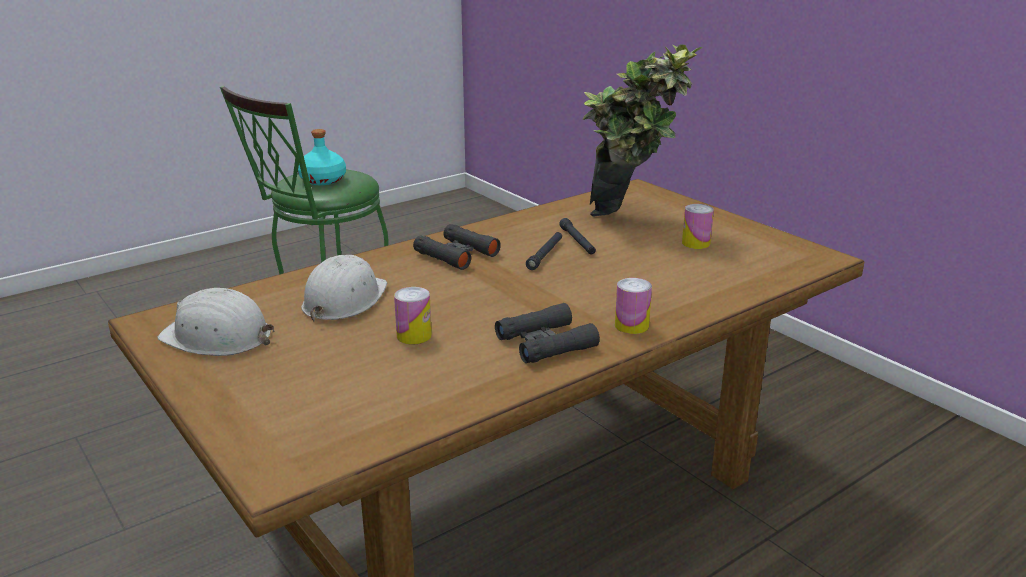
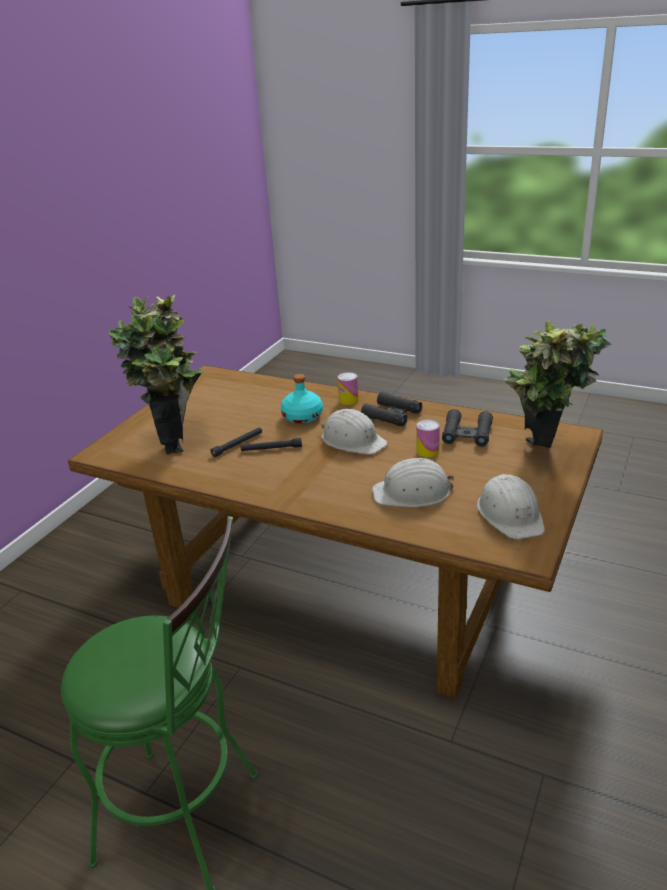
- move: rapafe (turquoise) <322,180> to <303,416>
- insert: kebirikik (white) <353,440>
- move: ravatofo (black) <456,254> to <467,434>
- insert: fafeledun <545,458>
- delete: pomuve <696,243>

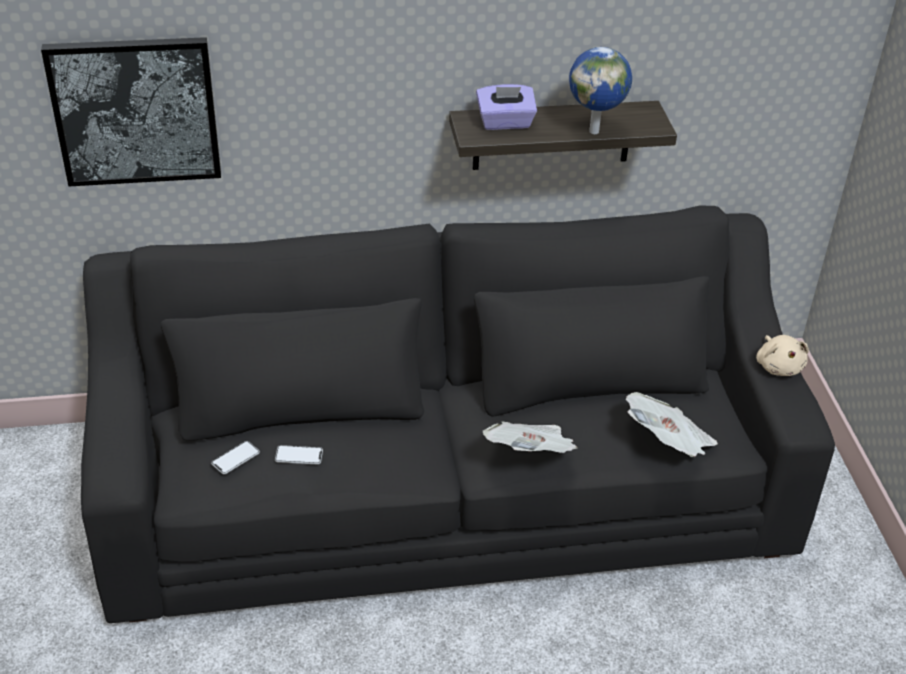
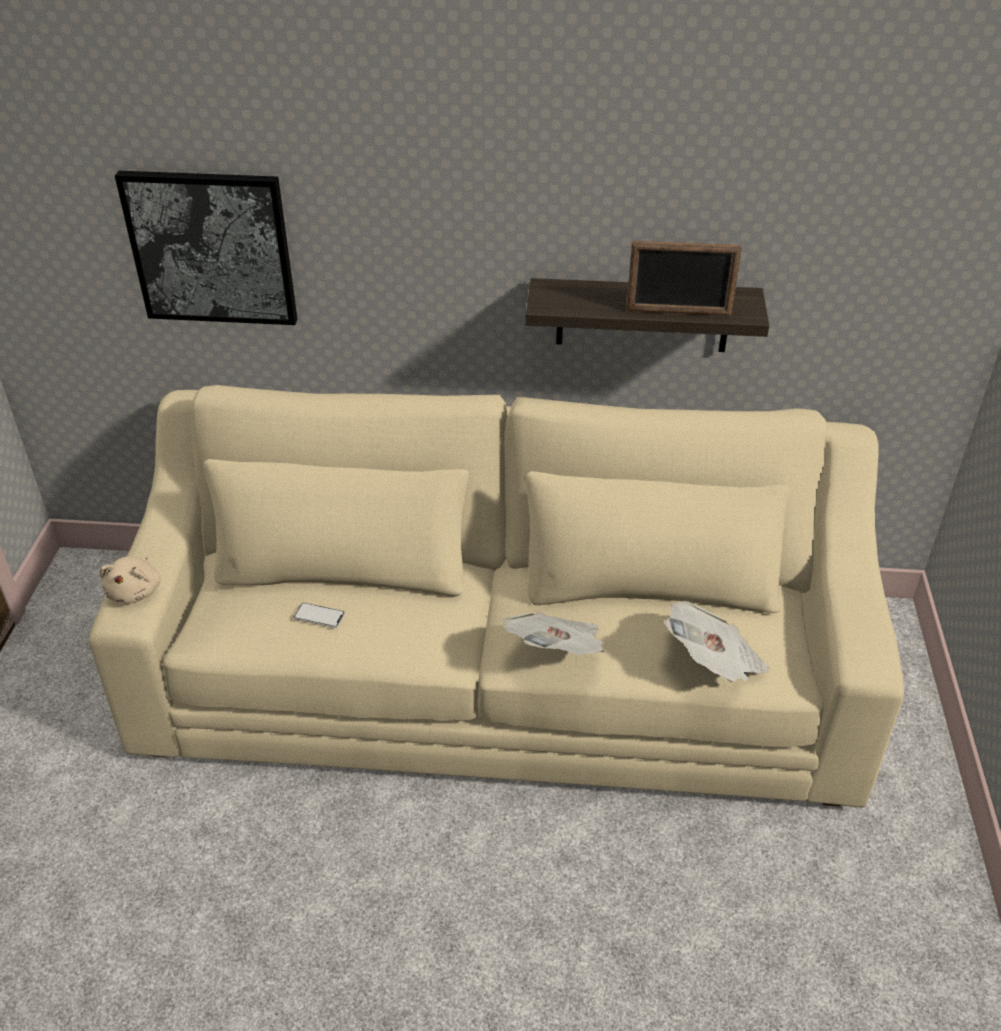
- recolor: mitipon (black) <447,490> to mitipon (beige) <501,675>
- move: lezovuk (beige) <778,366> to <136,591>
- replace: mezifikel <595,131> to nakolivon <678,312>
- delete: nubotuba <235,458>
- delete: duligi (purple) <505,123>

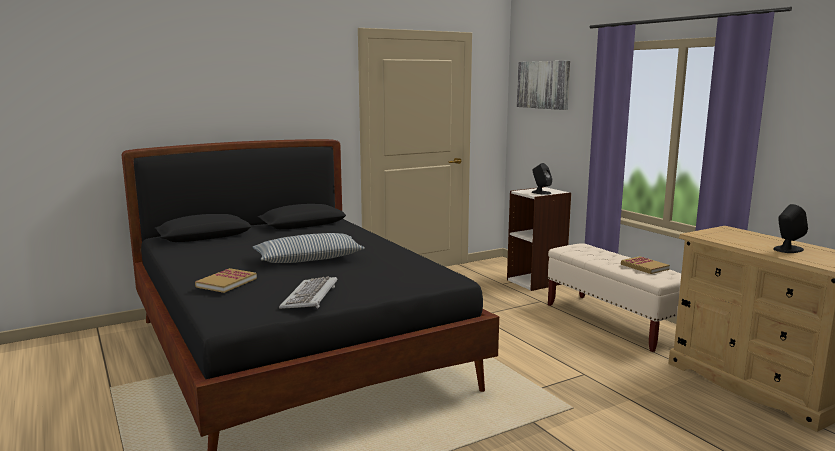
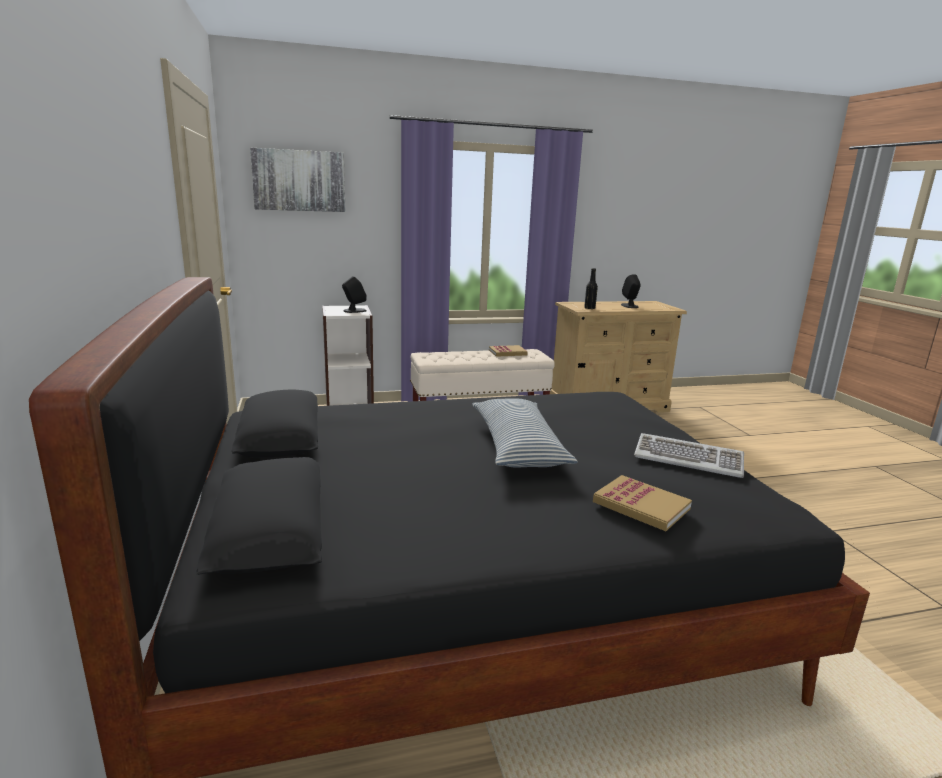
- insert: rapafe (black) <589,308>

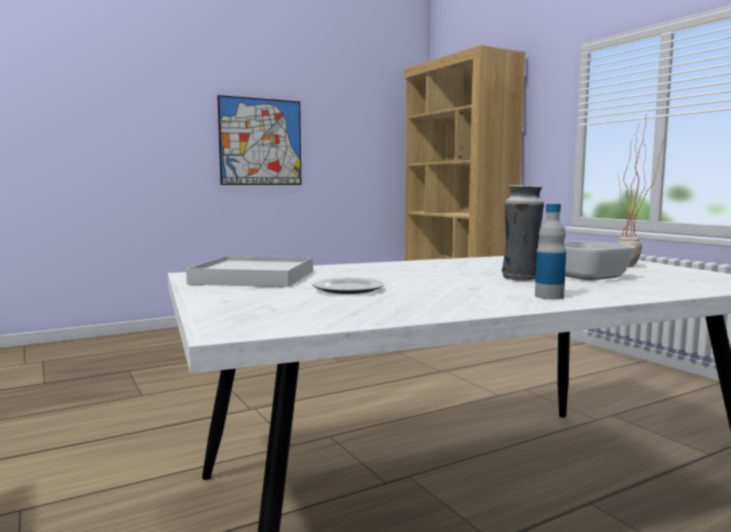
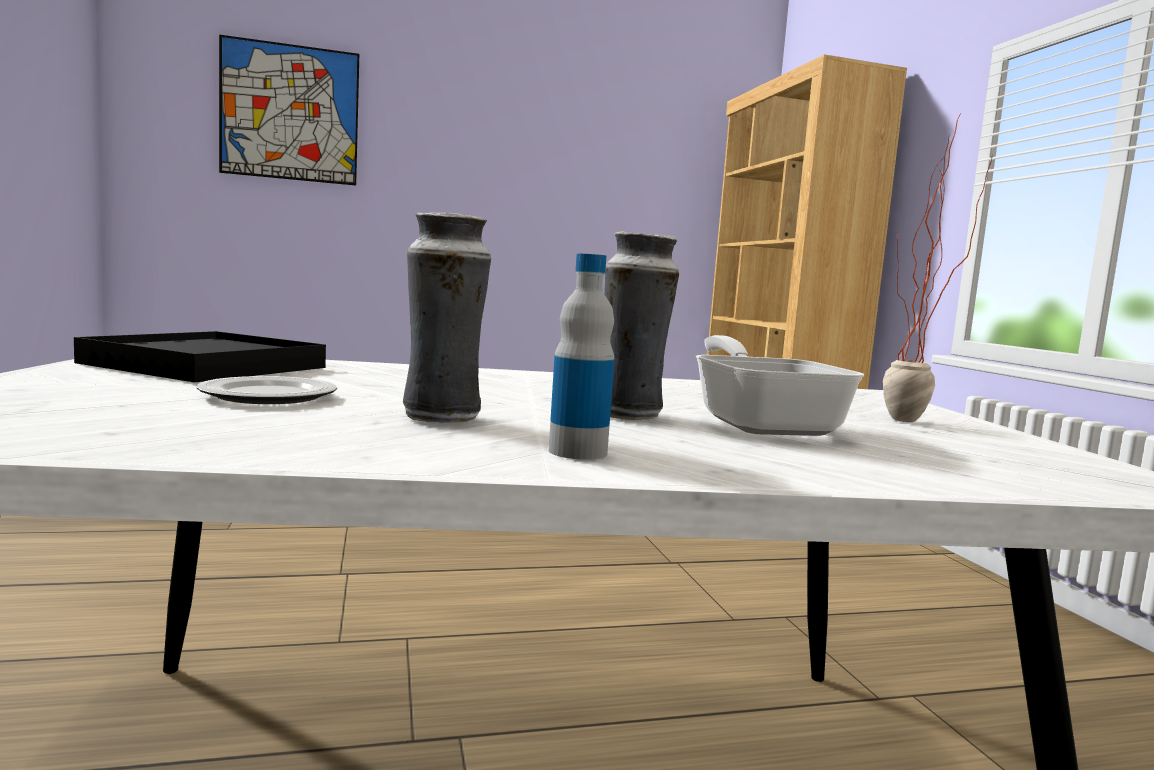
- recolor: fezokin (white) <254,277> to fezokin (black) <206,365>
- move: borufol <261,142> to <290,113>
- insert: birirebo <442,418>

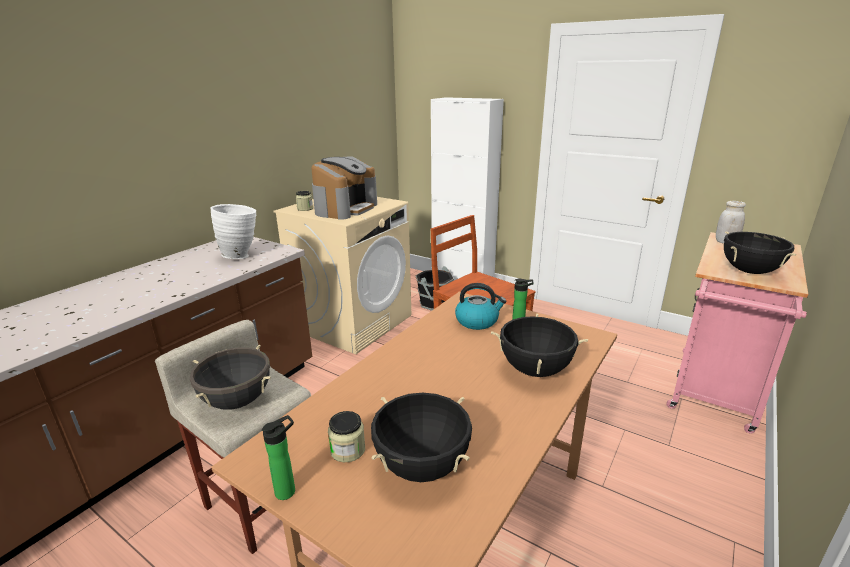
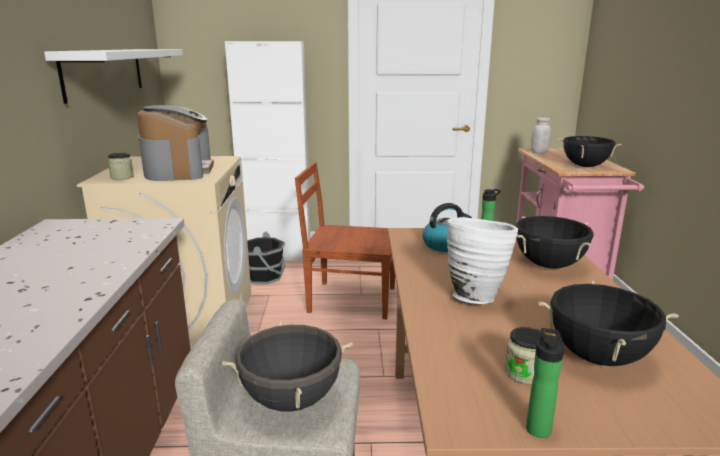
- insert: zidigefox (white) <104,72>
- move: birirebo (white) <242,256> to <475,296>

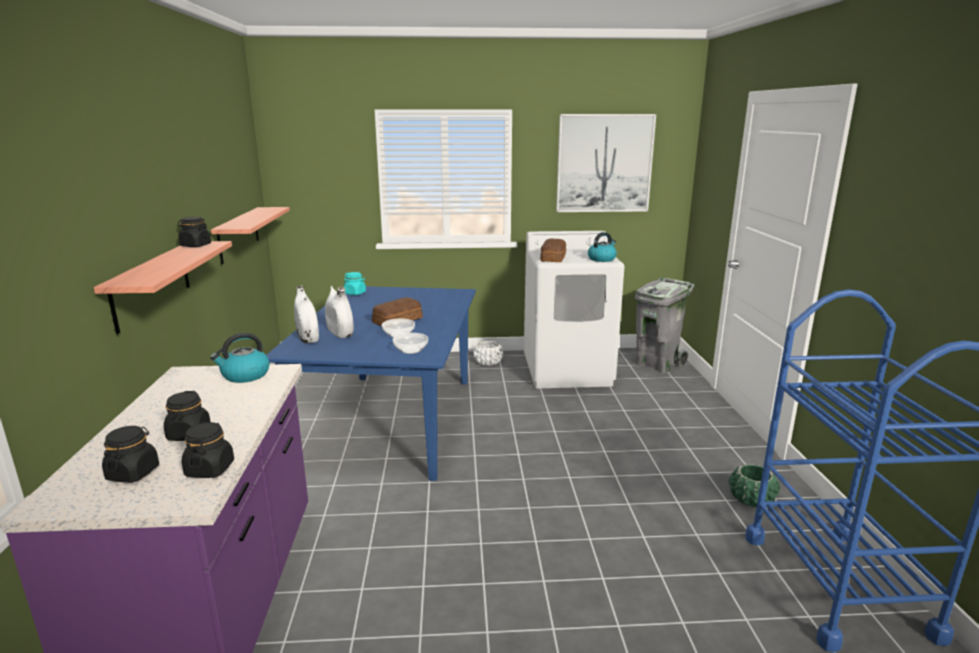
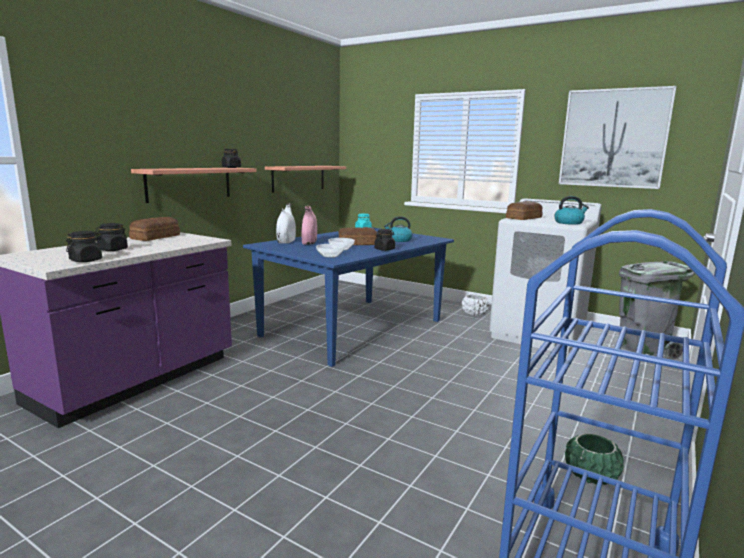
- insert: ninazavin <156,237>
- recolor: birirebo (white) <340,332> to birirebo (pink) <309,242>
- move: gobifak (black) <133,473> to <384,249>
- move: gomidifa <245,375> to <399,240>

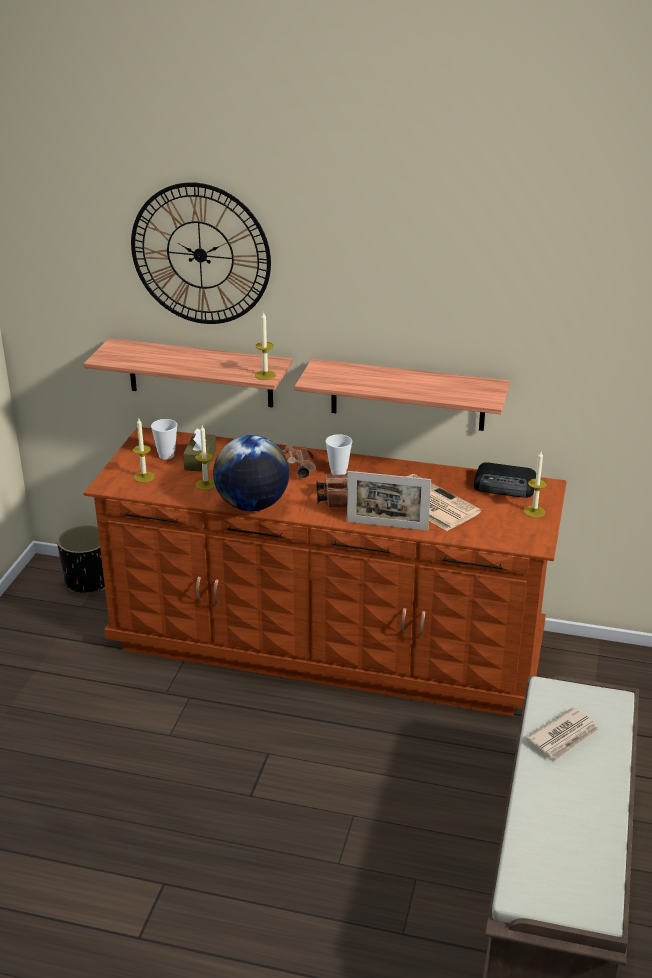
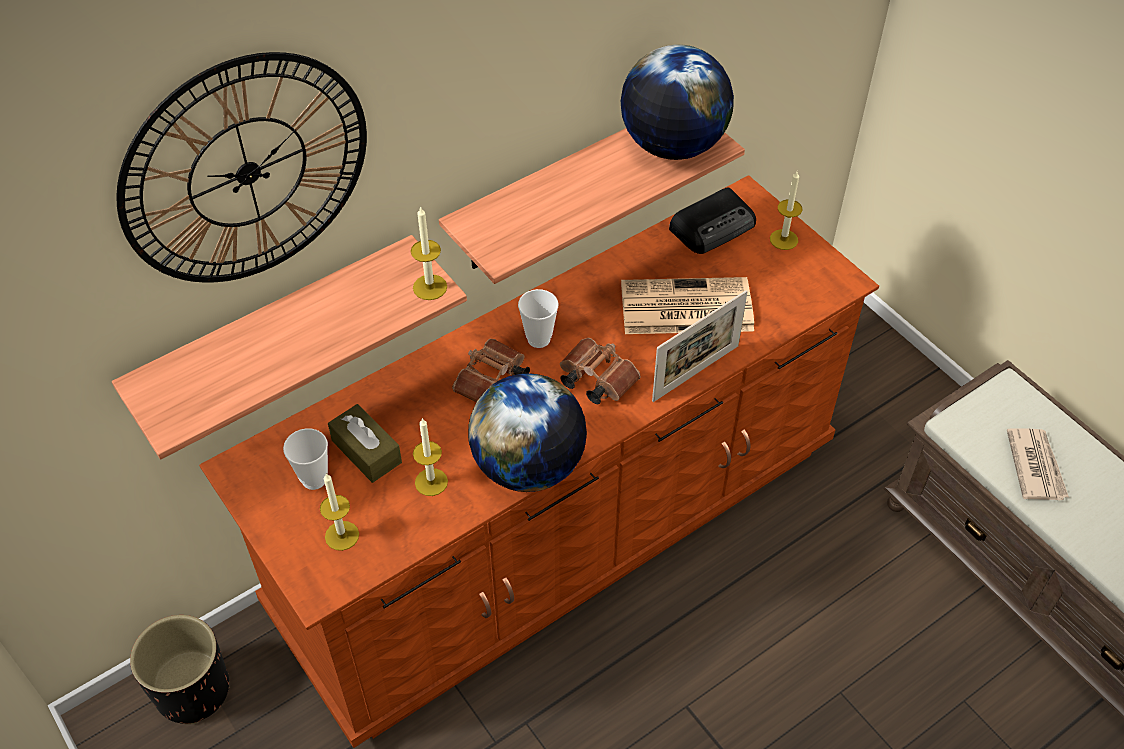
- insert: mezifikel <672,145>

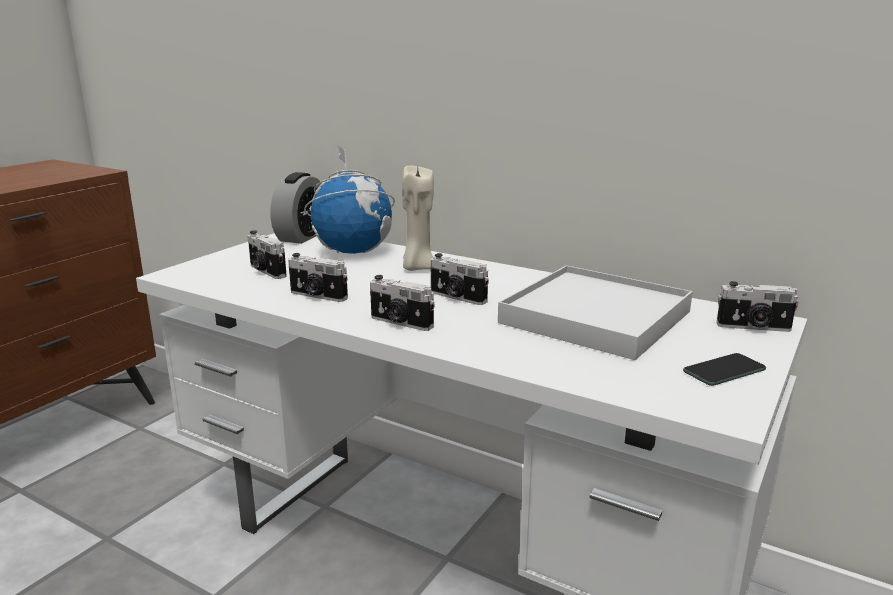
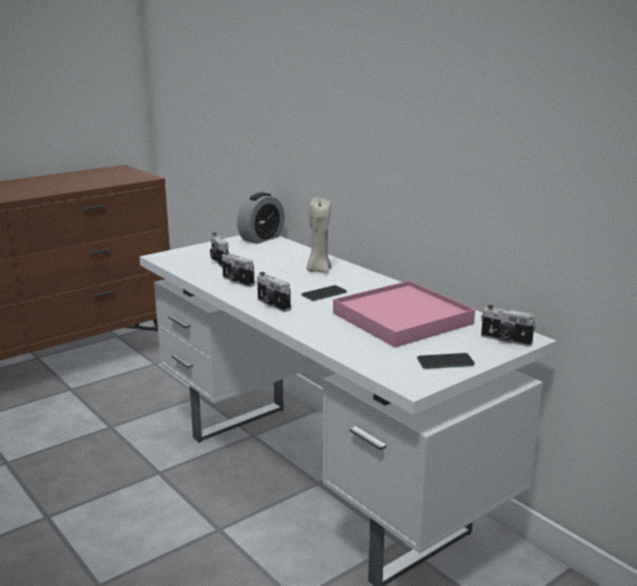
- replace: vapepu <457,297> to nubotuba <324,294>
- recolor: fezokin (white) <595,317> to fezokin (pink) <401,318>
- delete: mezifikel <353,251>

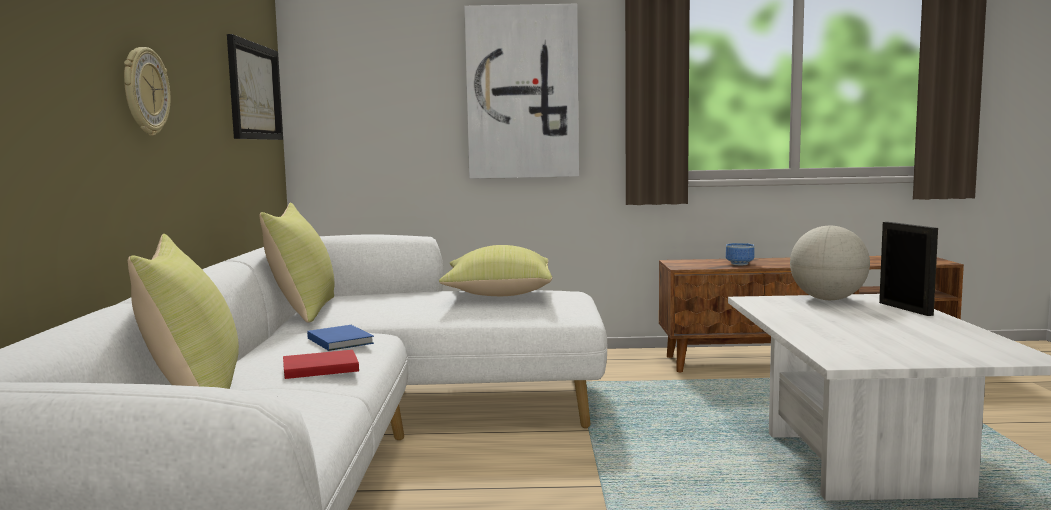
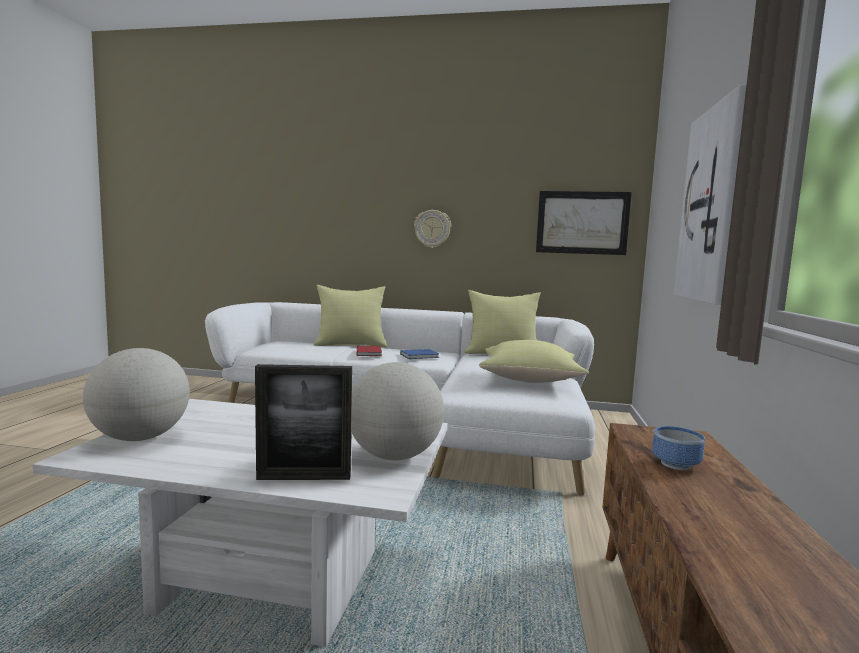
- insert: mezifikel <140,438>

